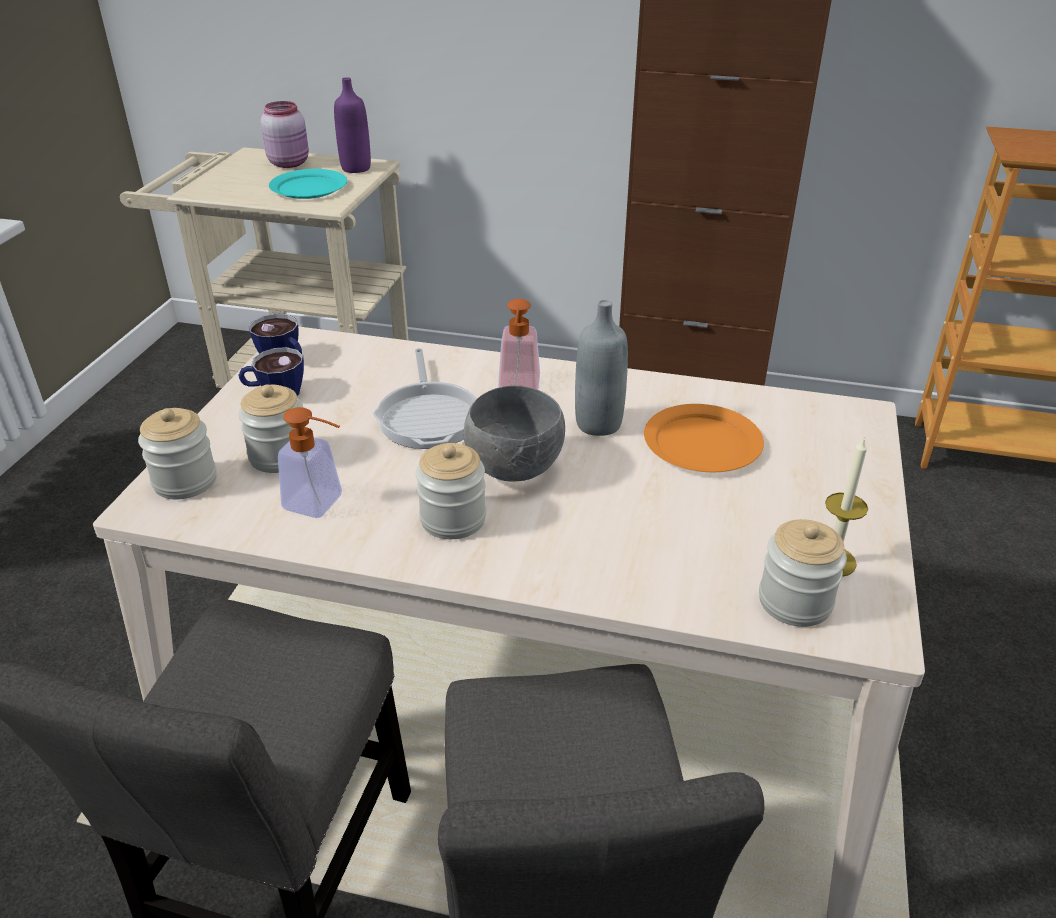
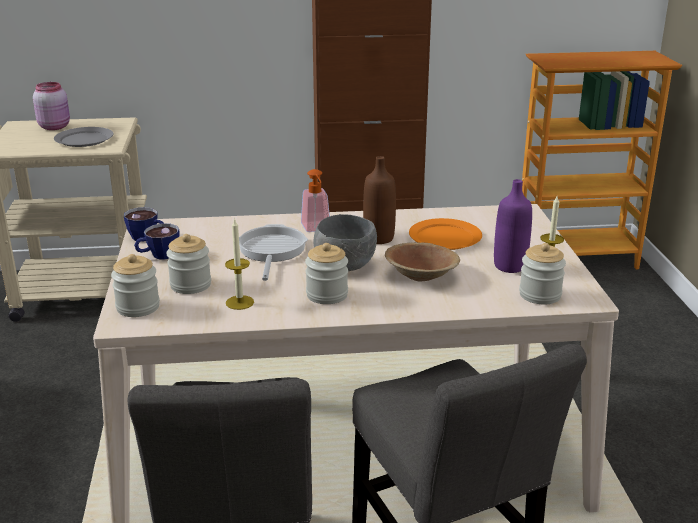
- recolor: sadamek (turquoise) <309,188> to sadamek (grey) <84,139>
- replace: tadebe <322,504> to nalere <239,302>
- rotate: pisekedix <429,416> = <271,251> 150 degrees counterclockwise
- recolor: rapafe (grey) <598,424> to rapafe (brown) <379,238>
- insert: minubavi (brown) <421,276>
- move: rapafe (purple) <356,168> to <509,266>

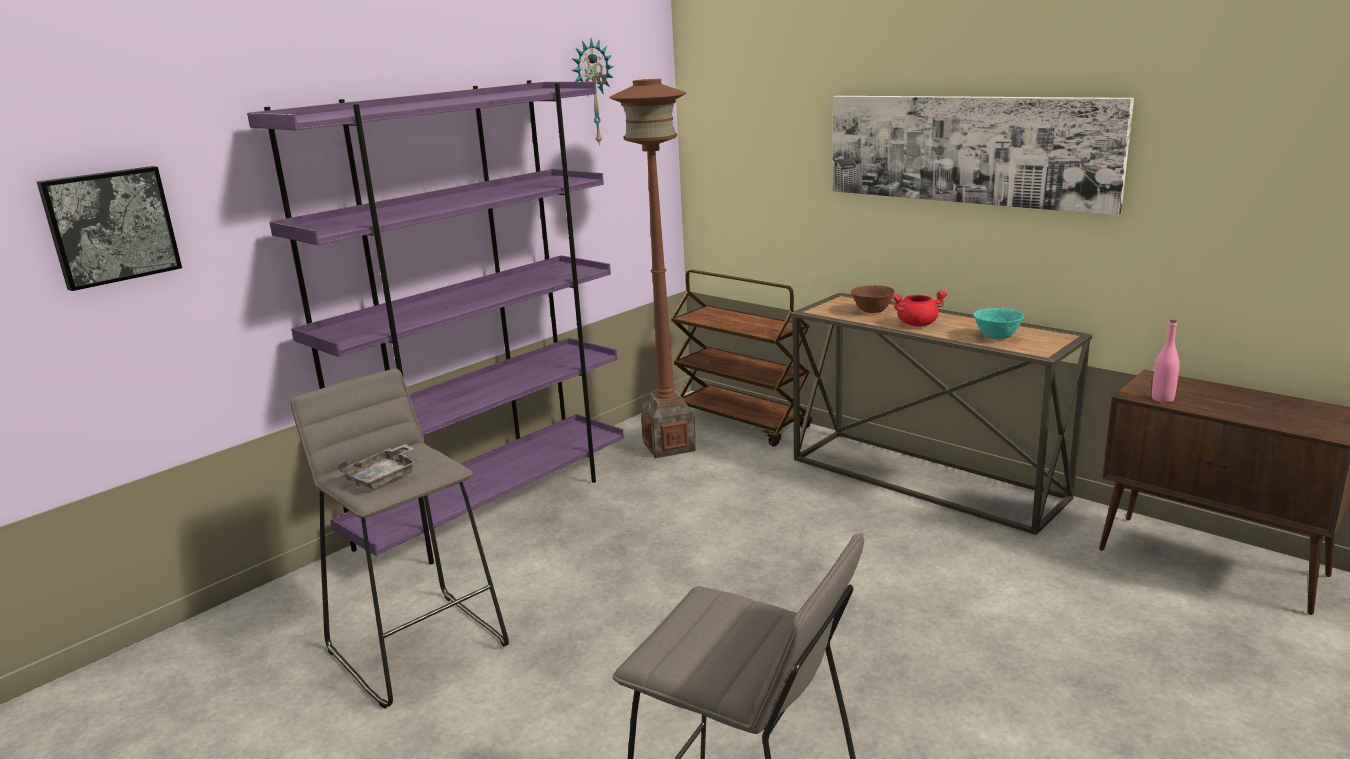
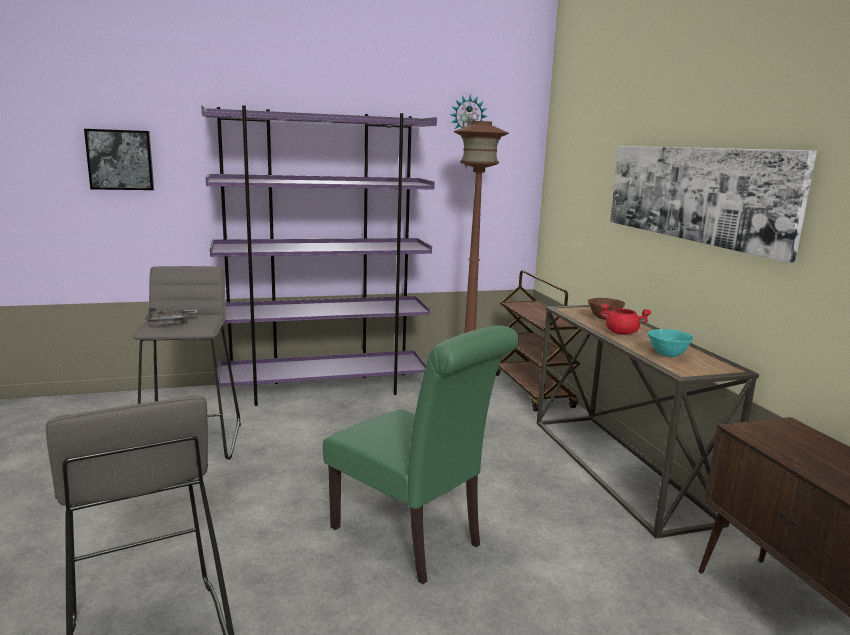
- insert: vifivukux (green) <412,539>
- delete: rapafe (pink) <1162,399>

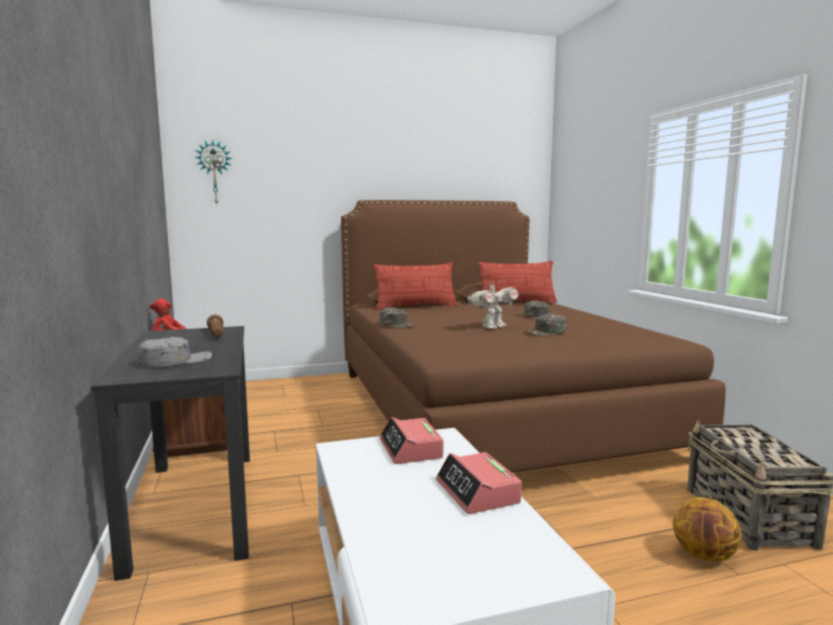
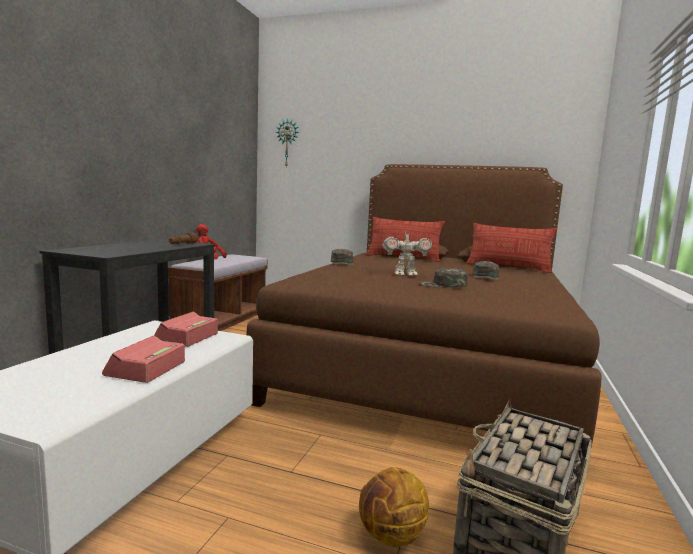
- delete: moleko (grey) <175,361>

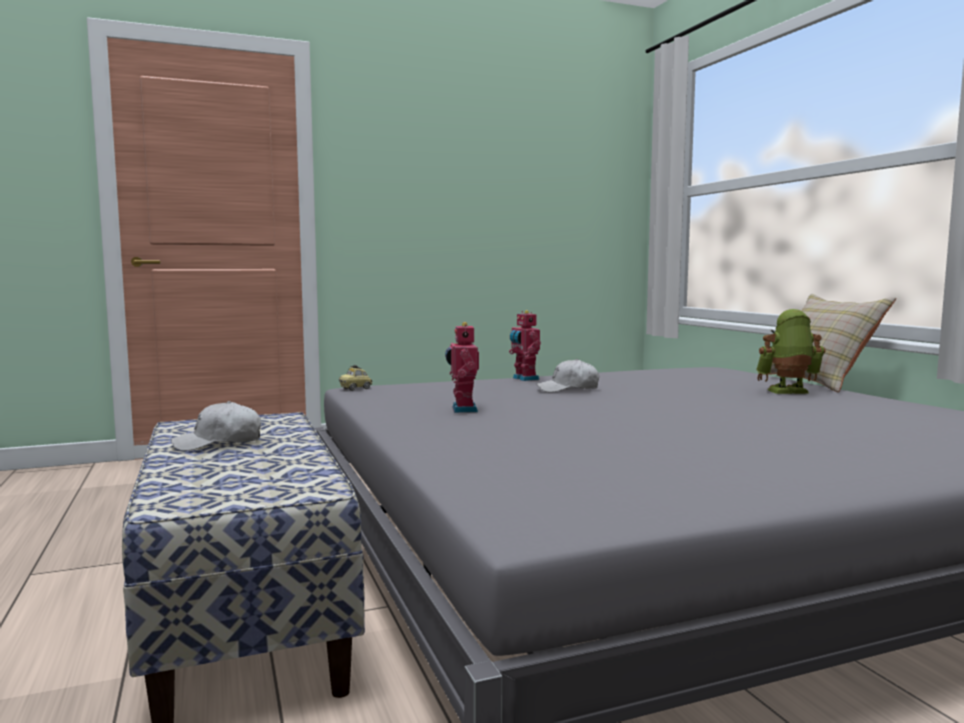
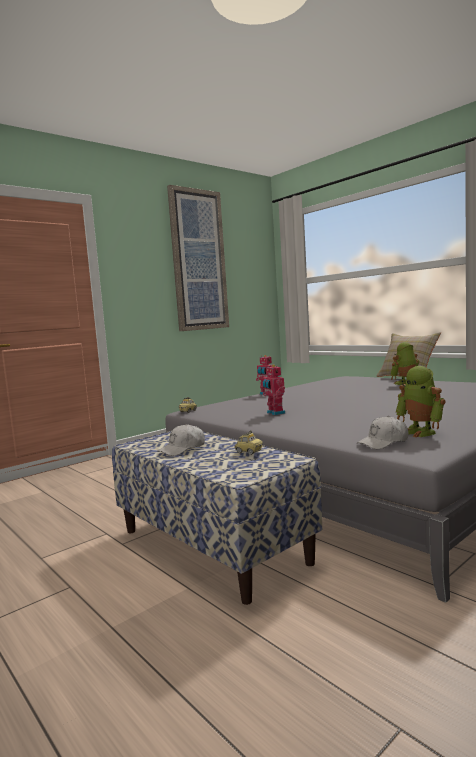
- insert: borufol <198,260>
- insert: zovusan <248,452>
- move: moleko (white) <568,389> to <383,442>
- insert: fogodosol <420,432>

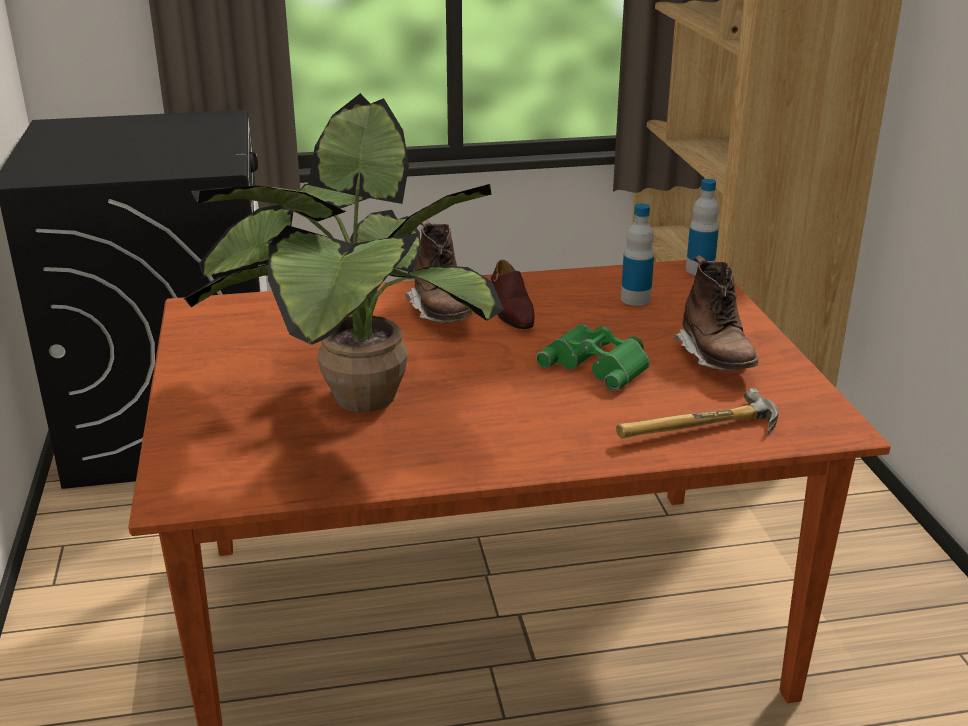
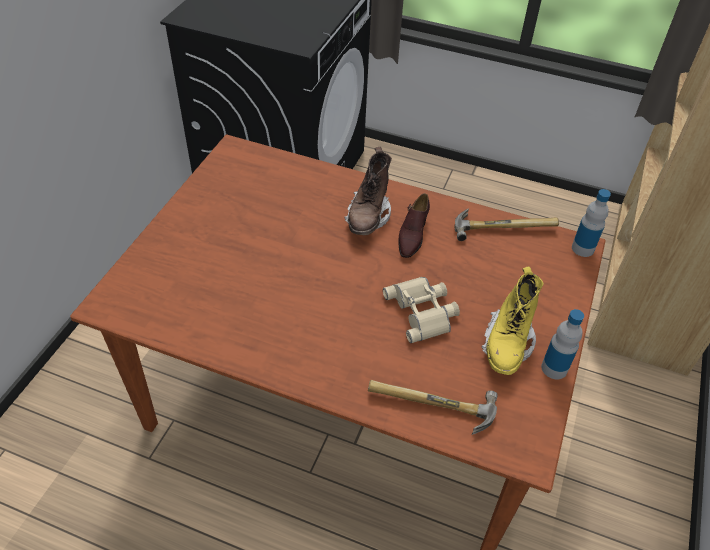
- recolor: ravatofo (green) <598,364> to ravatofo (beige) <423,311>
- insert: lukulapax <503,225>
- recolor: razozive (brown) <716,358> to razozive (yellow) <507,344>
- move: rapafe <635,299> to <554,368>
- delete: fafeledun <354,402>

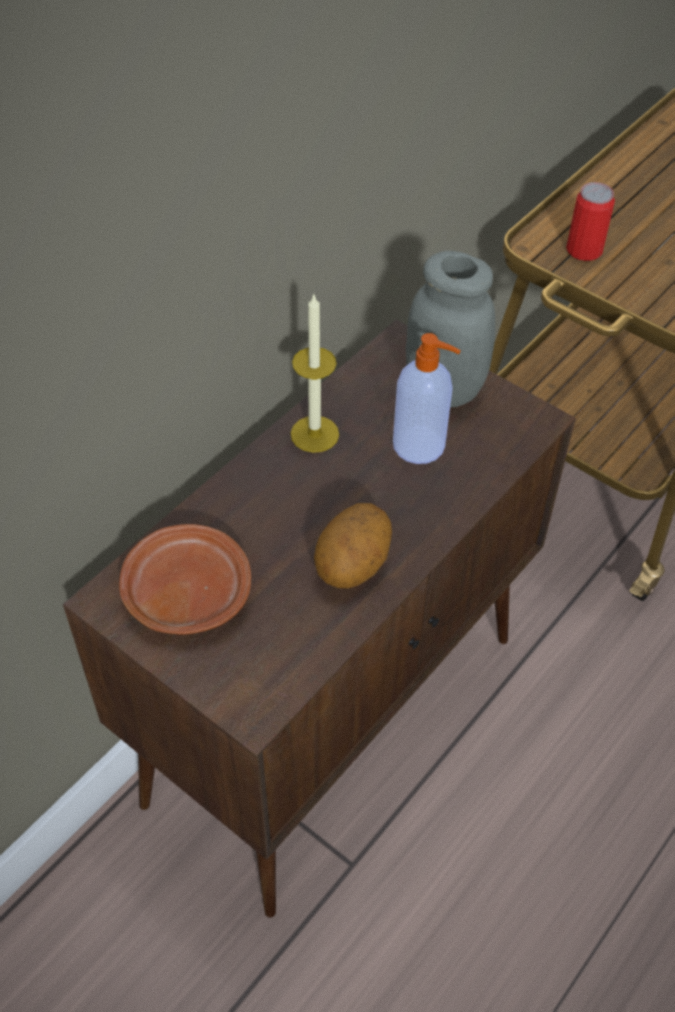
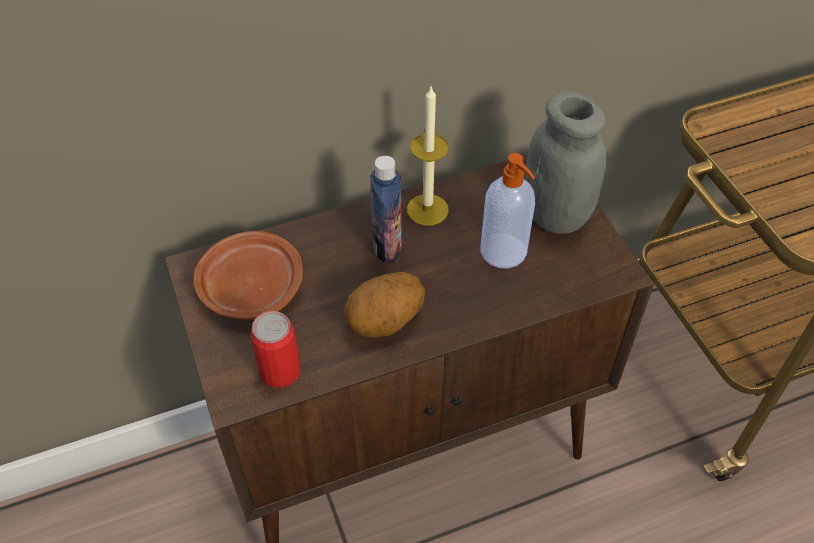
- move: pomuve <584,250> to <280,371>
- insert: rapafe <387,247>

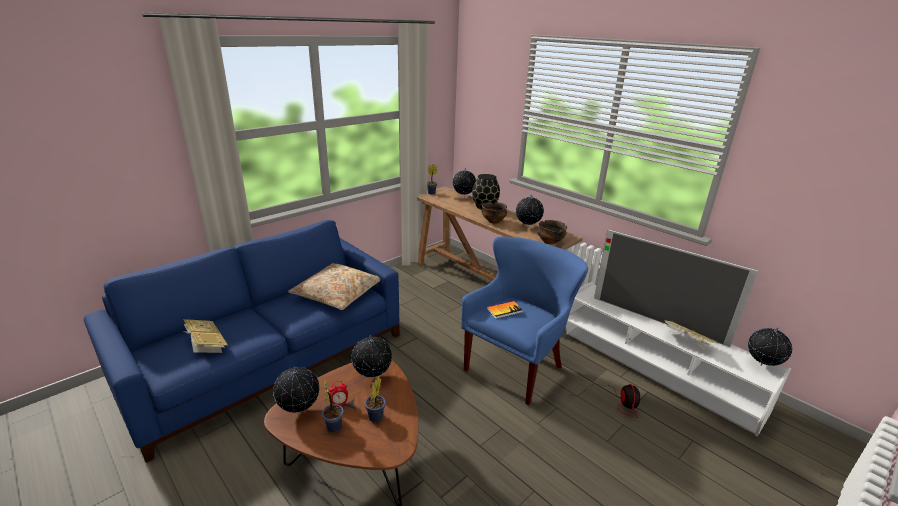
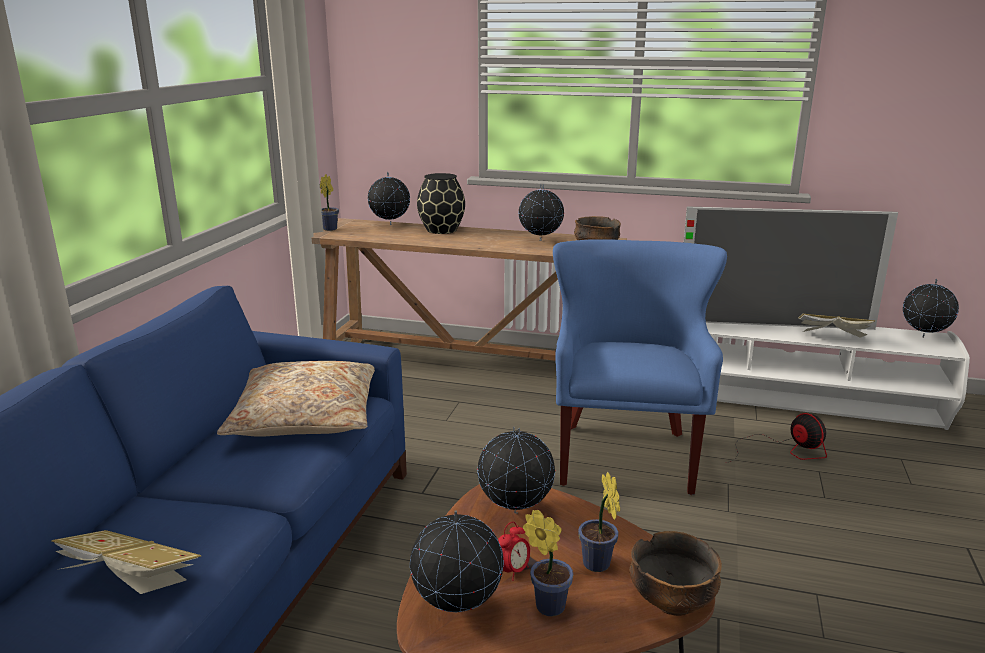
- move: minubavi <493,221> to <672,602>
- delete: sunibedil <504,310>

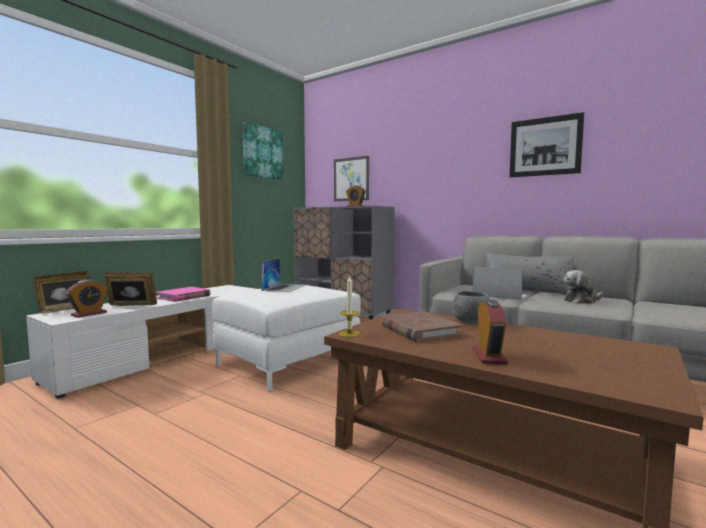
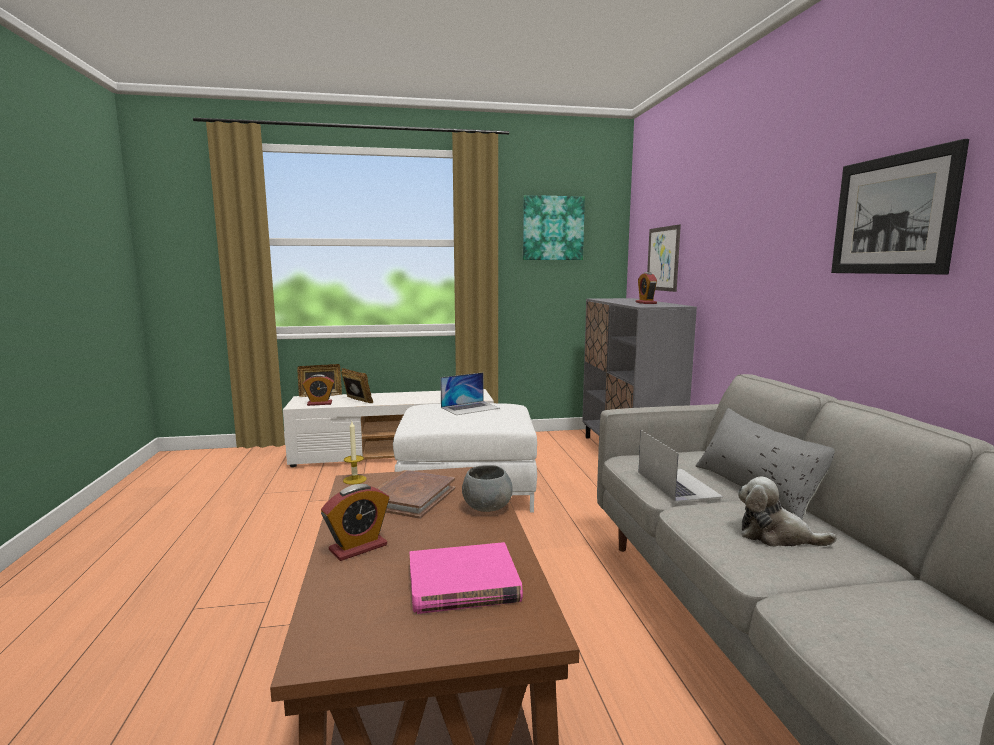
- move: sunibedil (pink) <184,297> to <463,583>

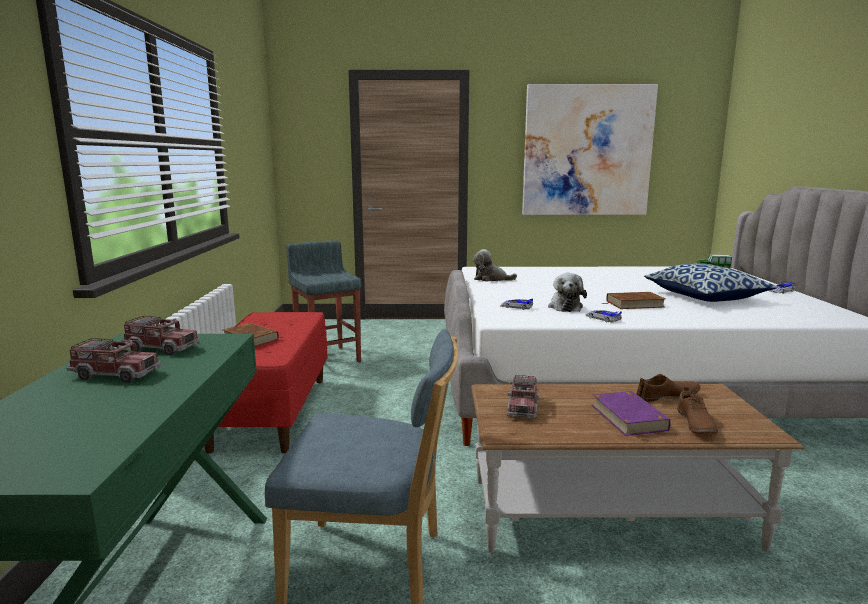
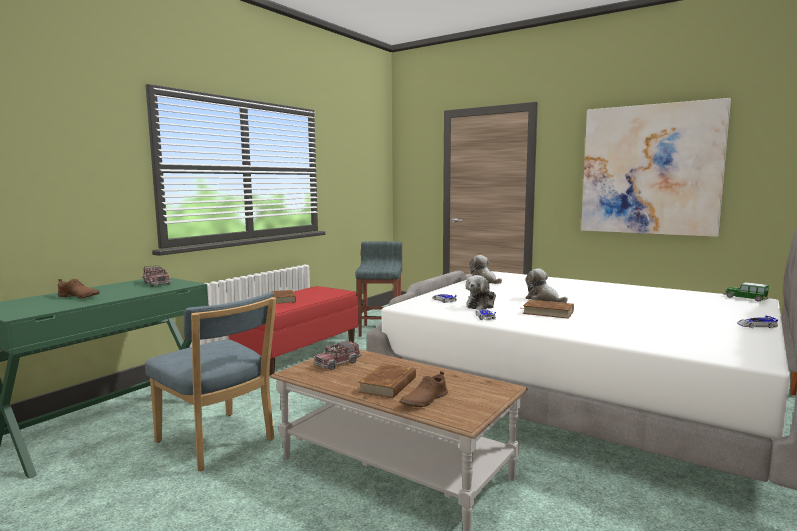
- move: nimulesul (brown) <667,396> to <79,297>
- recolor: sunibedil (purple) <629,417> to sunibedil (brown) <388,385>
- insert: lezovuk <543,300>
- delete: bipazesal <116,374>
- delete: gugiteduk <705,297>

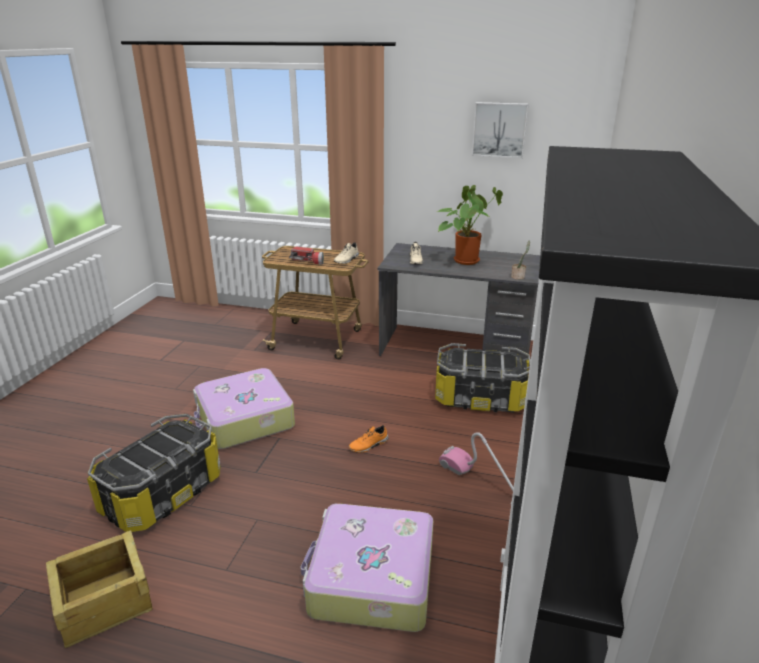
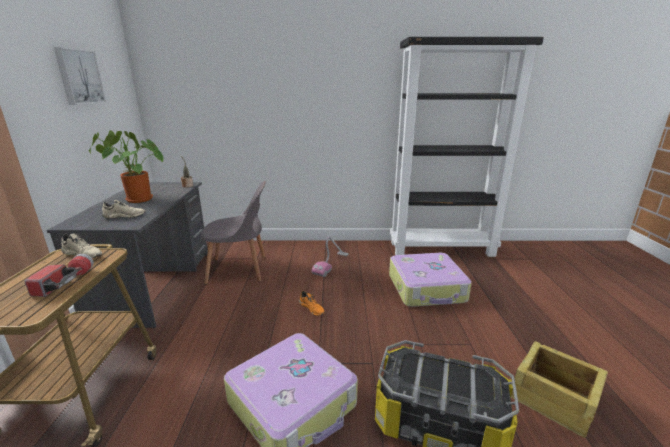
- replace: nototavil <480,398> to vifivukux (grey) <240,269>

